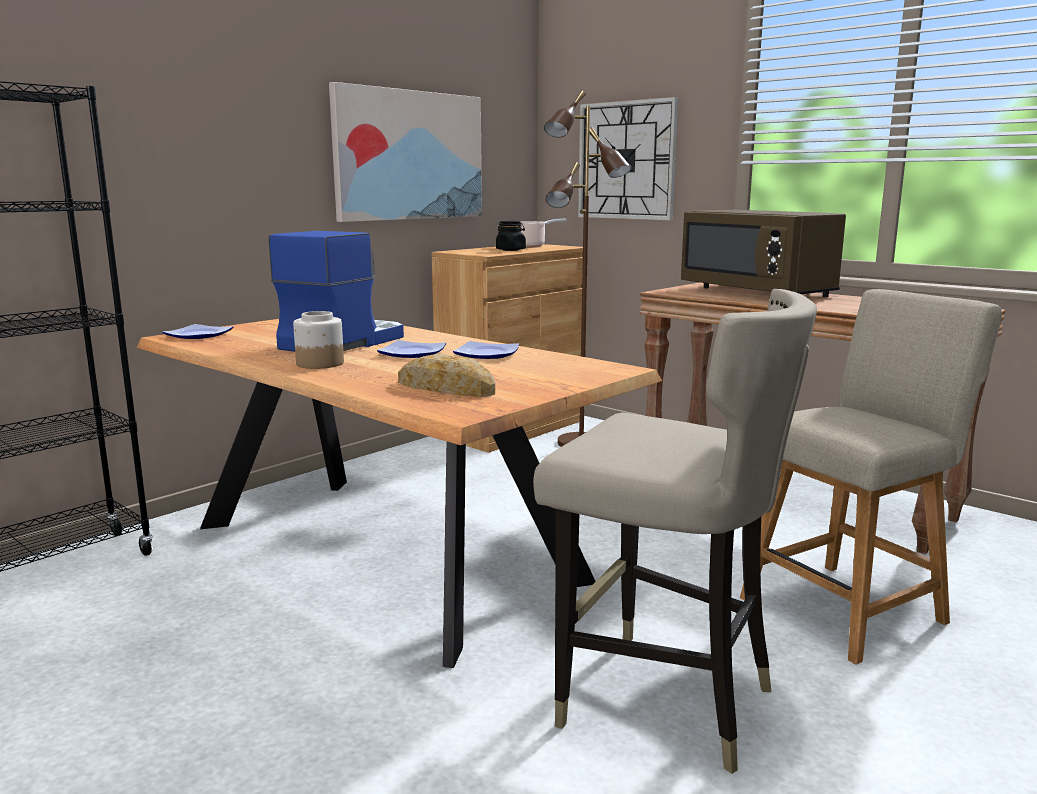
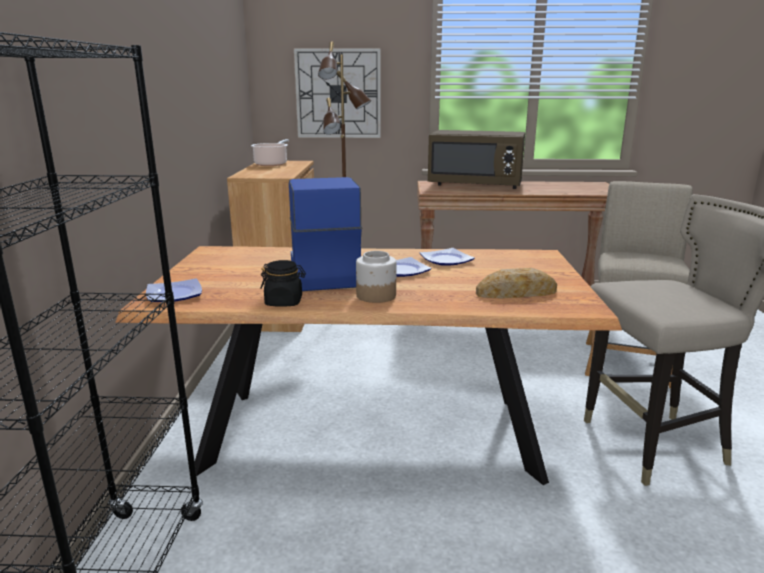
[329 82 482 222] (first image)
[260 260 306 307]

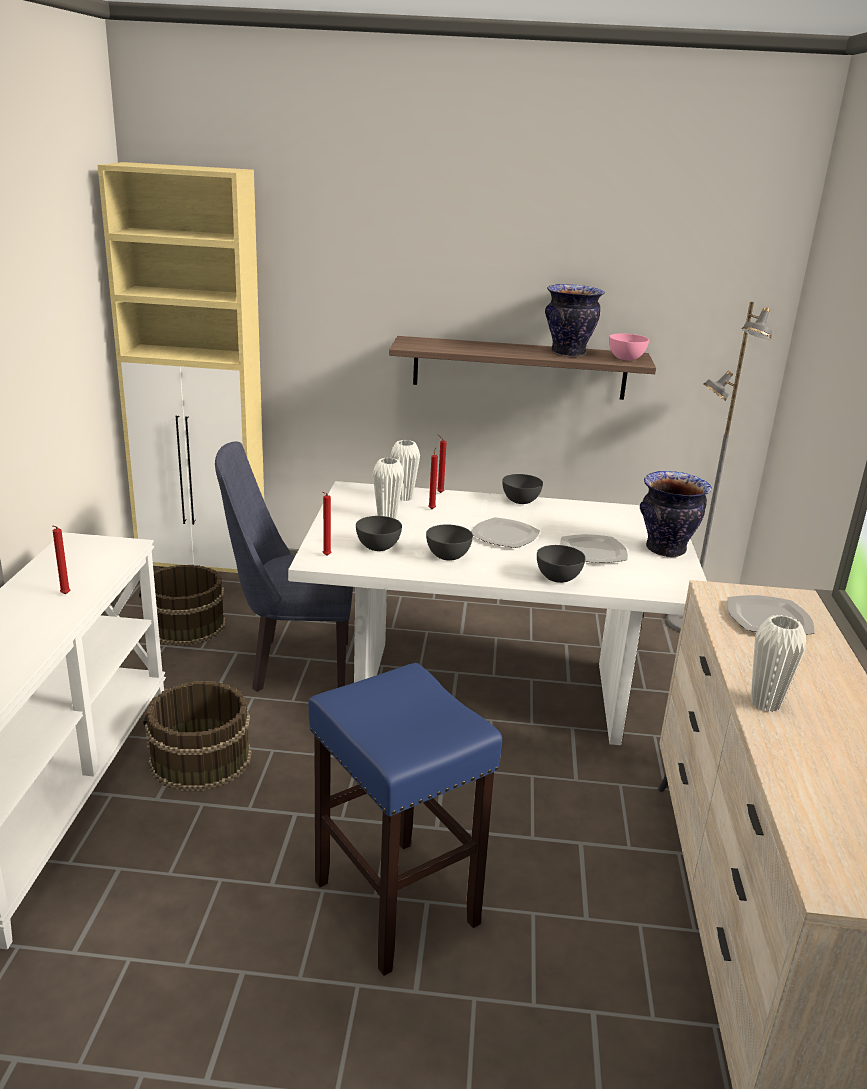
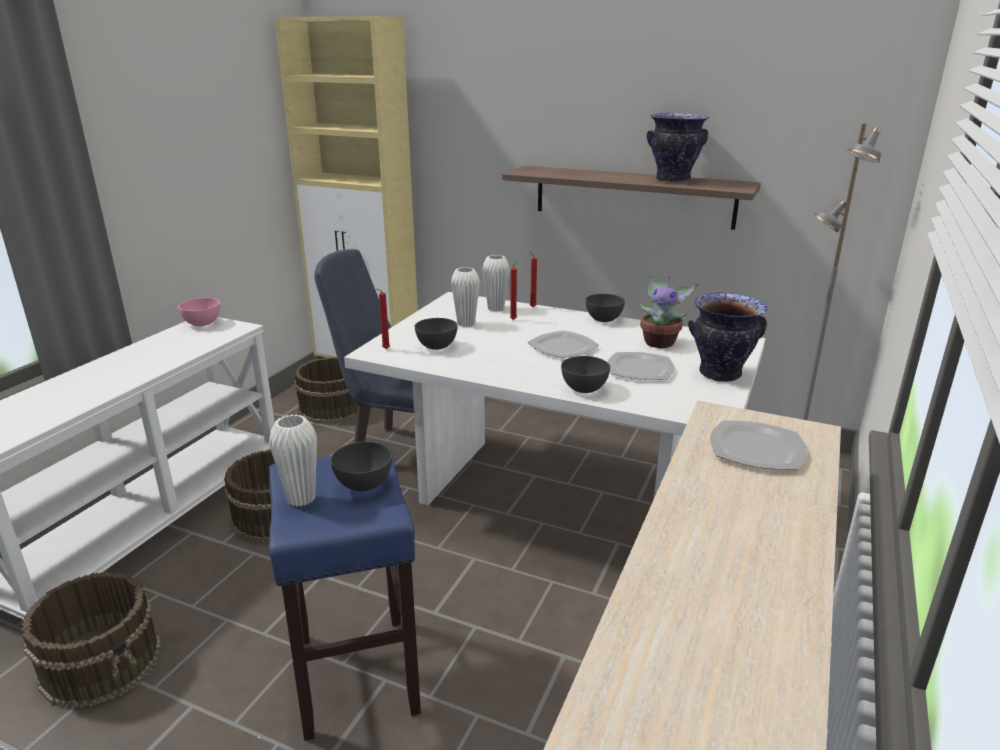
[53 526 70 594] (first image)
[330 441 392 491]
[178 298 220 326]
[269 414 317 507]
[21 572 161 709]
[638 274 698 348]

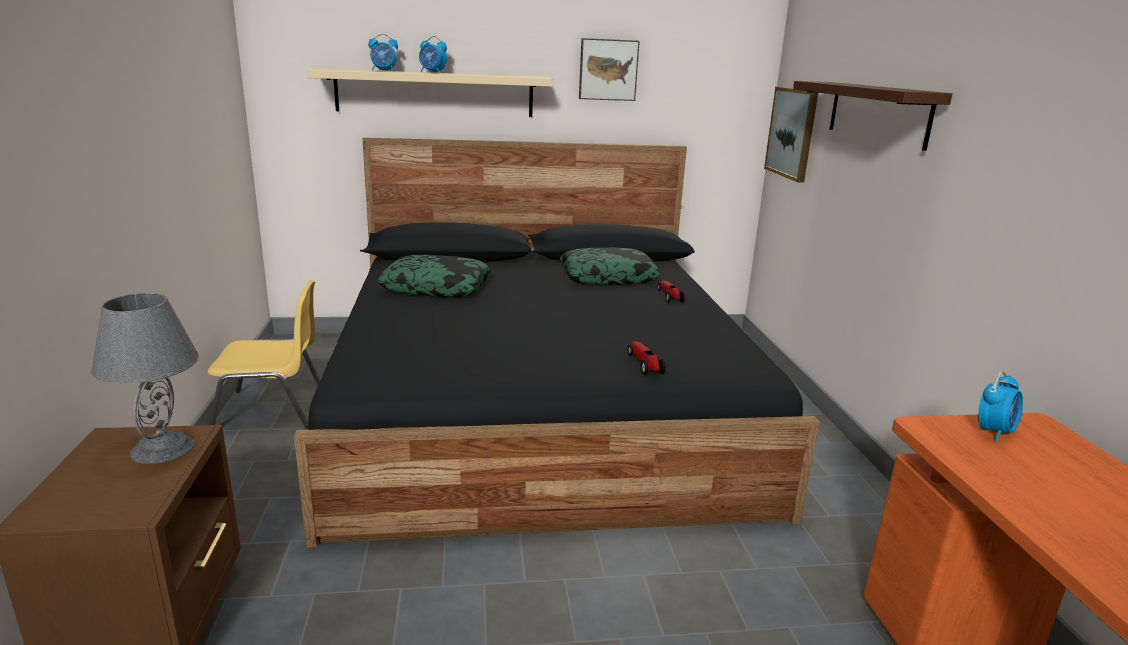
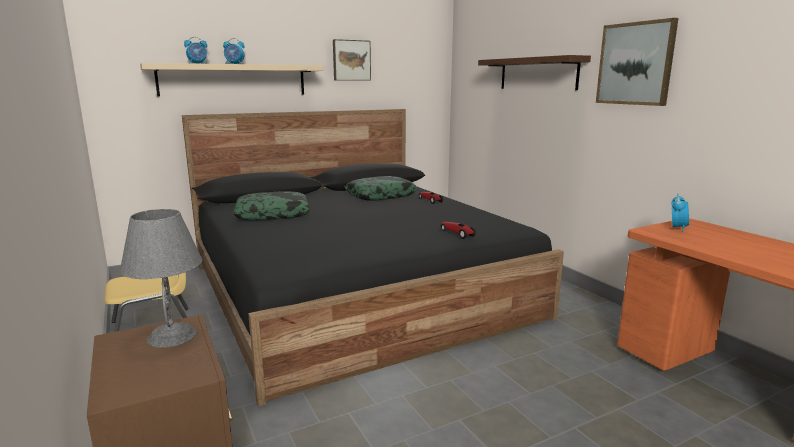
[596 18 679 106]

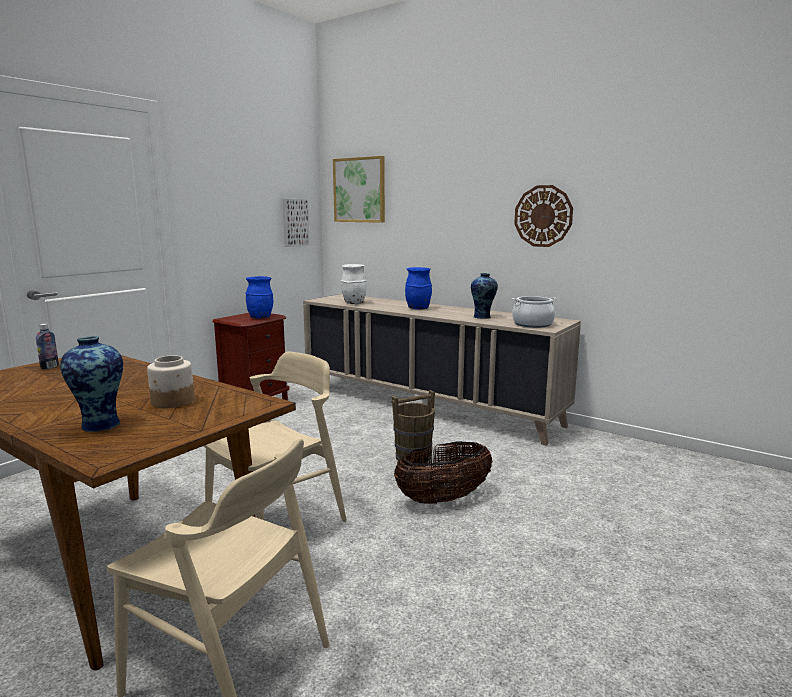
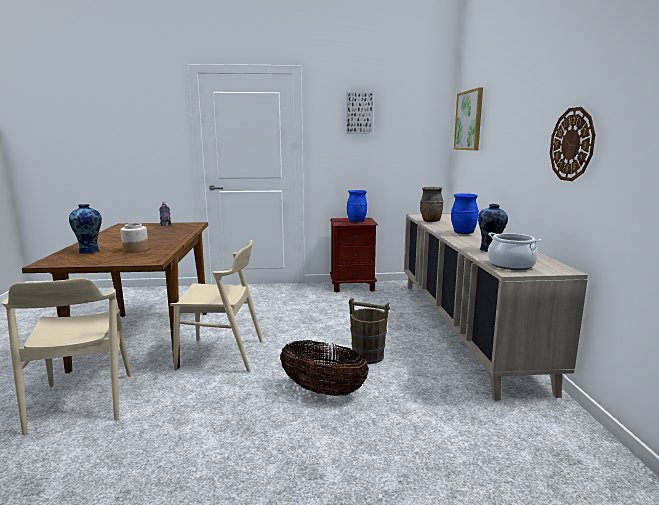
[346 92 373 134]
[420 187 444 222]

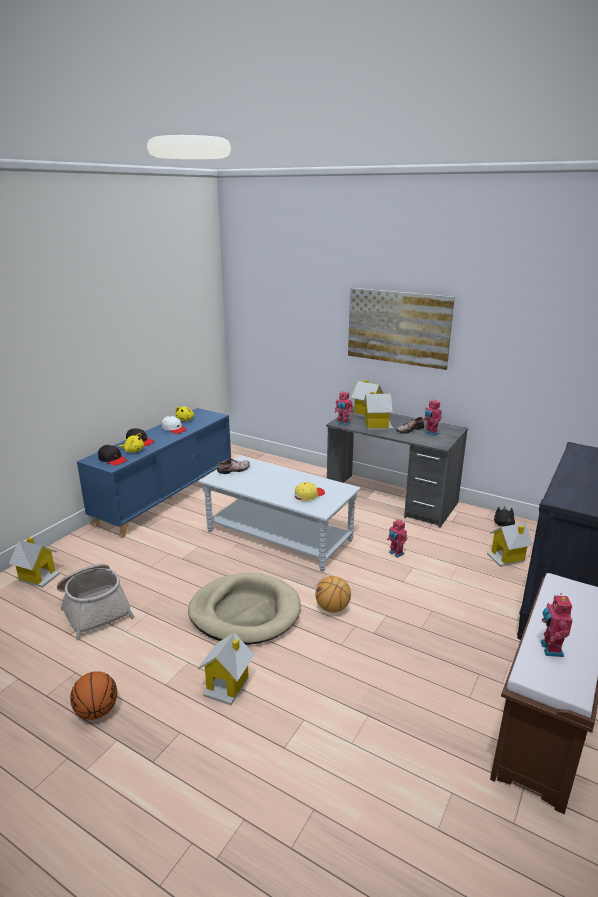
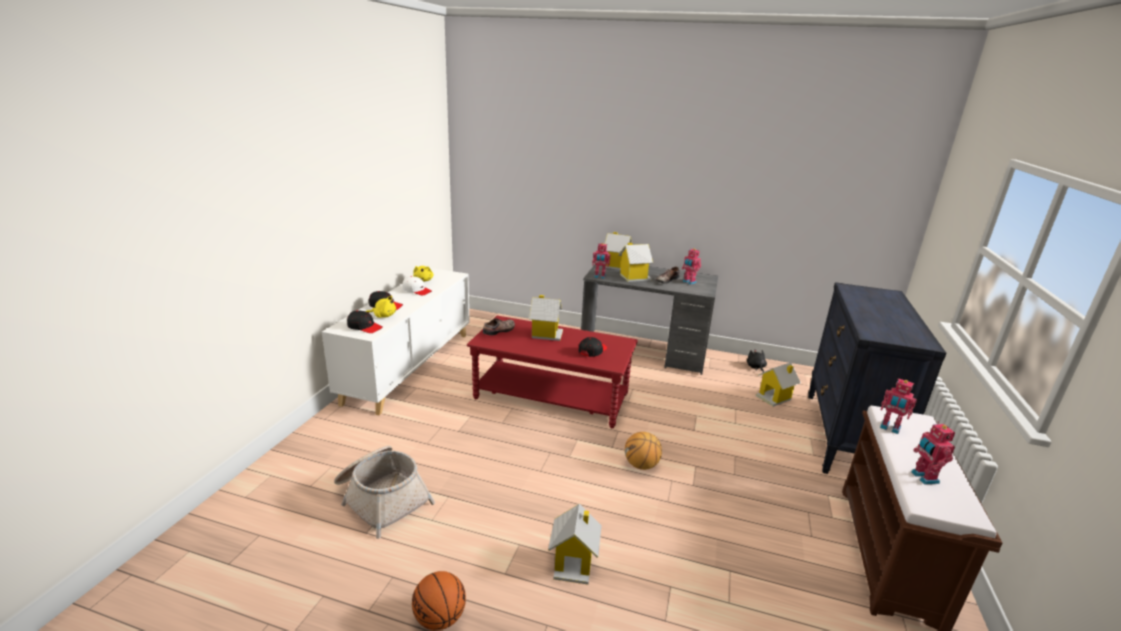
[529 295 563 341]
[322 268 470 415]
[188 573 301 645] (first image)
[467 316 638 428]
[579 337 607 357]
[348 288 455 370] (first image)
[880 379 917 434]

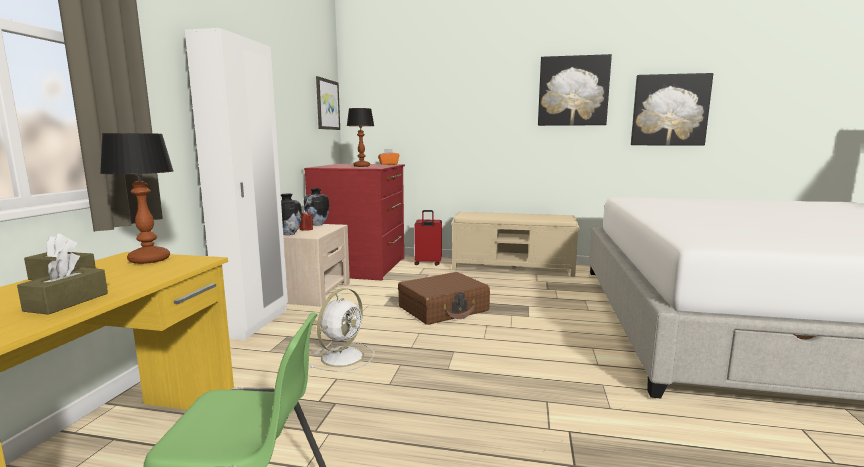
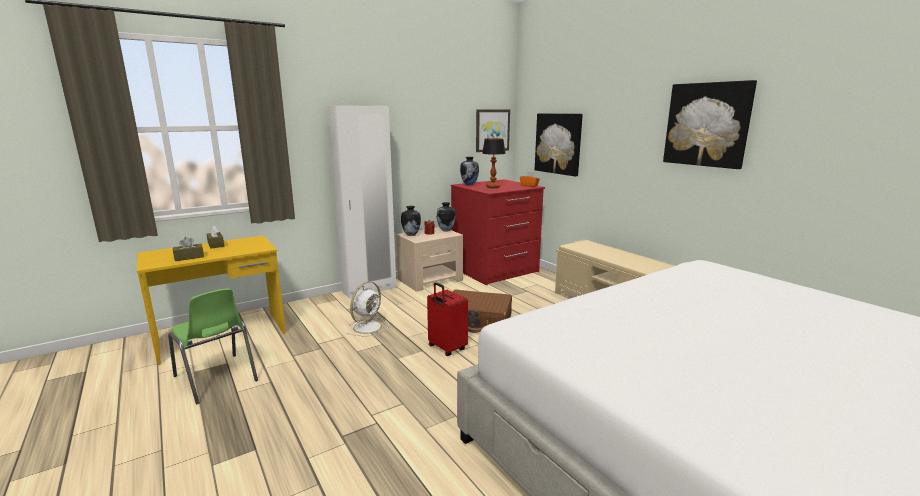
[100 133 174 264] (first image)
[346 282 389 337]
[427 282 468 356]
[535 113 583 176]
[460 157 479 185]

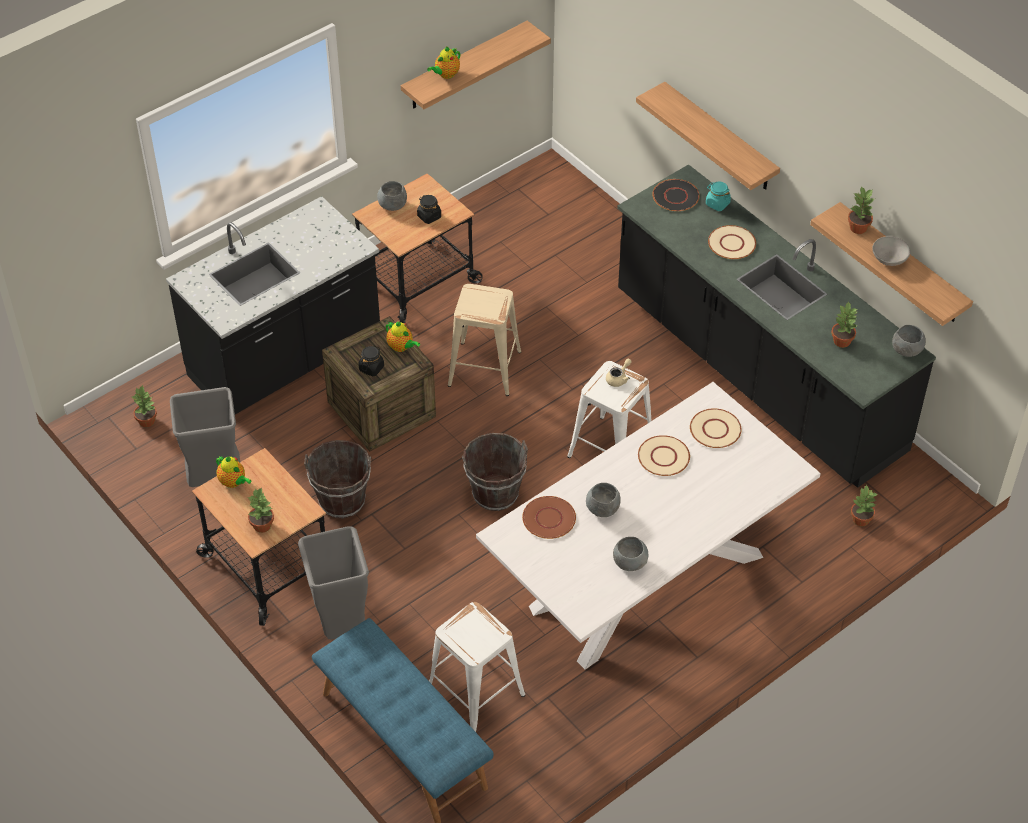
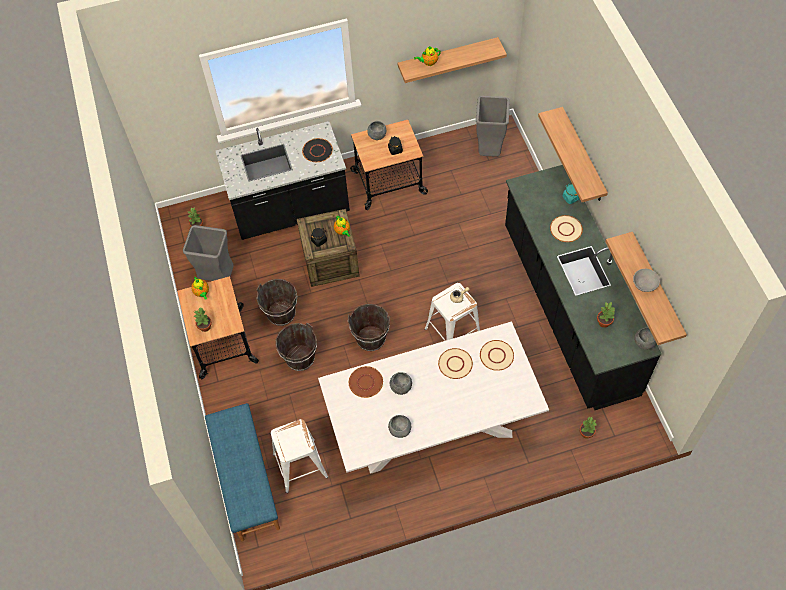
[476 96 510 157]
[448 284 521 396] (first image)
[302 138 333 162]
[848 187 874 234] (first image)
[275 323 317 371]

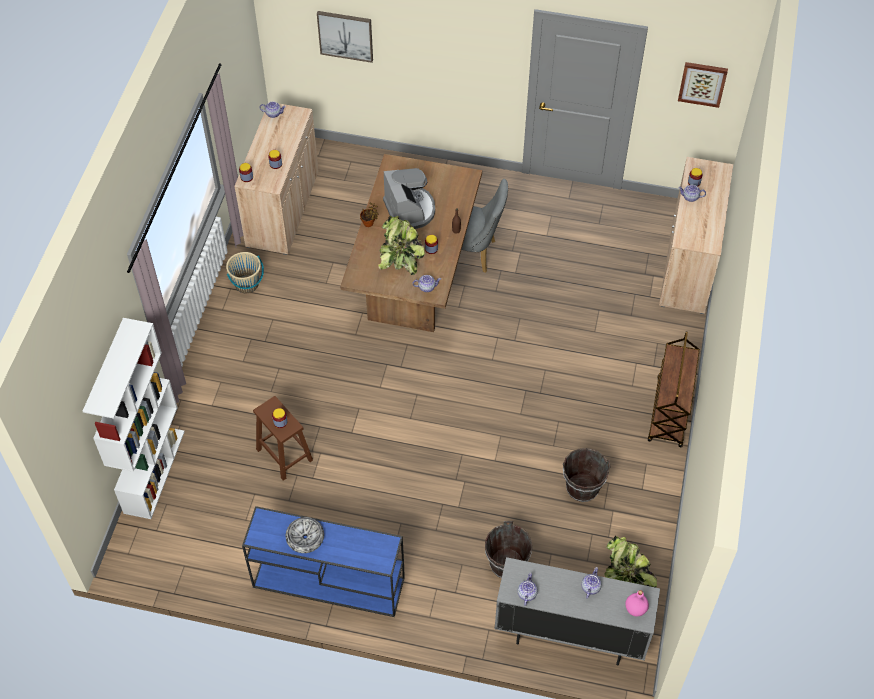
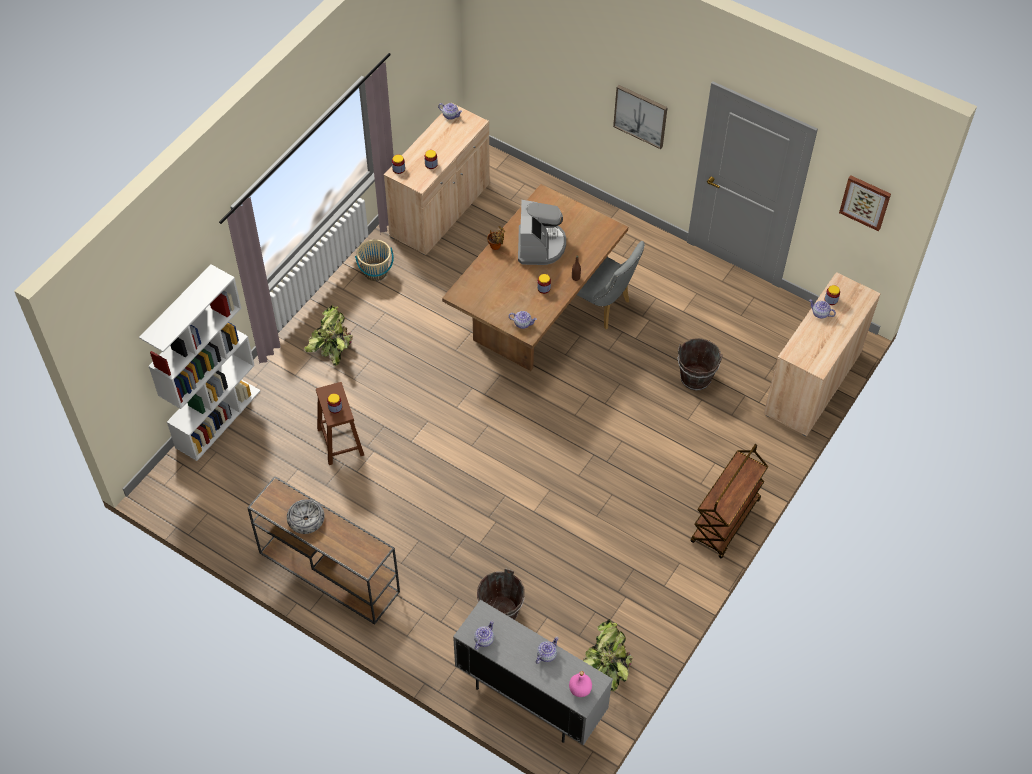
[247 476 400 625]
[613 85 668 149]
[304 305 353 366]
[678 338 723 391]

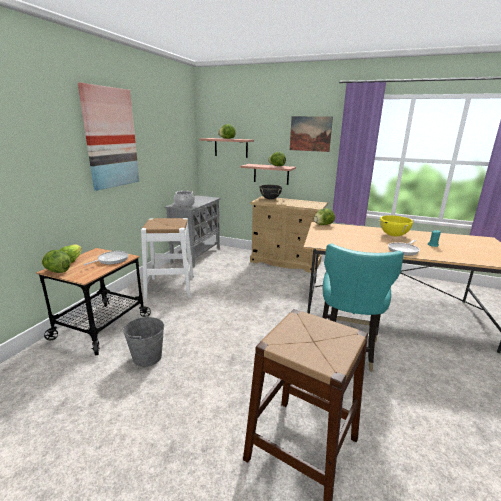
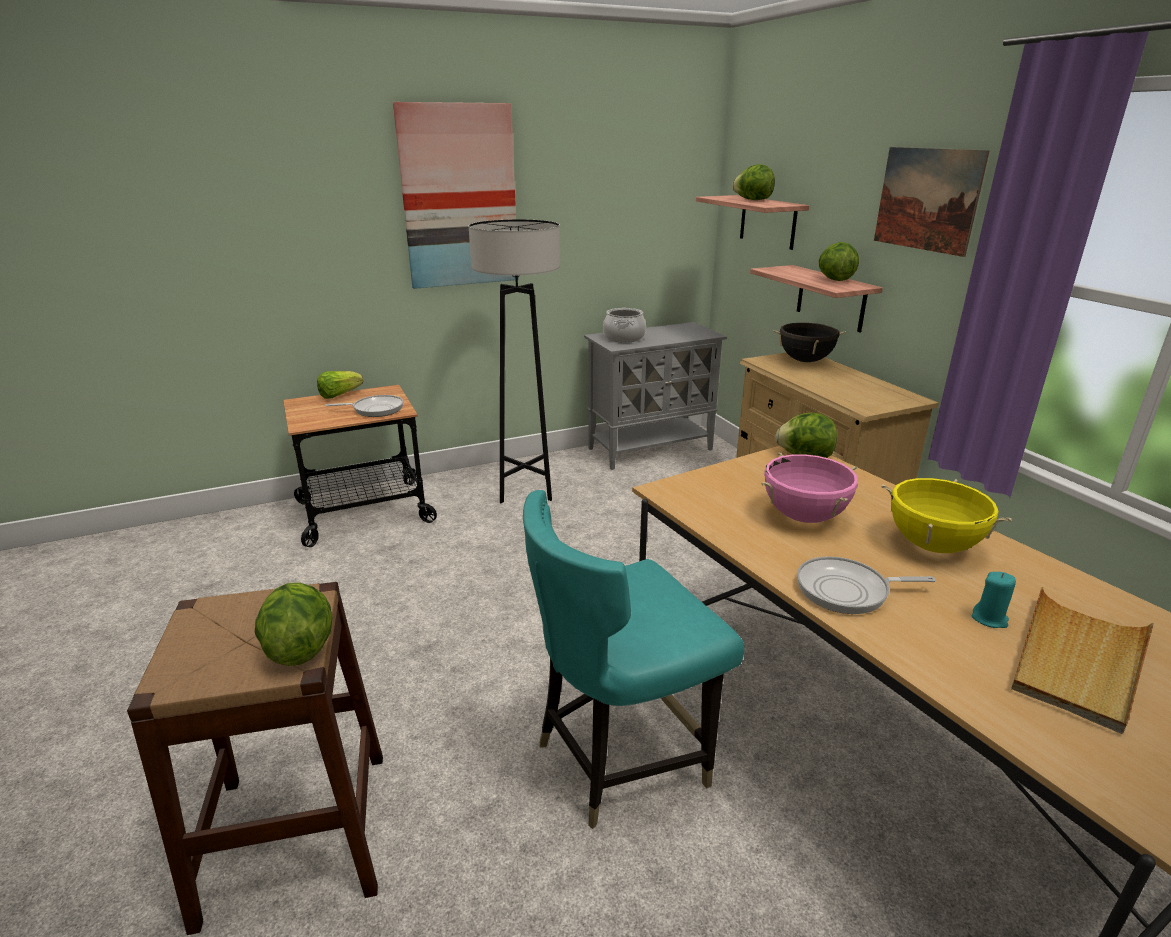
[255 582 333 666]
[123 315 164 367] (first image)
[469 219 560 503]
[761 452 858 523]
[1011 587 1154 734]

